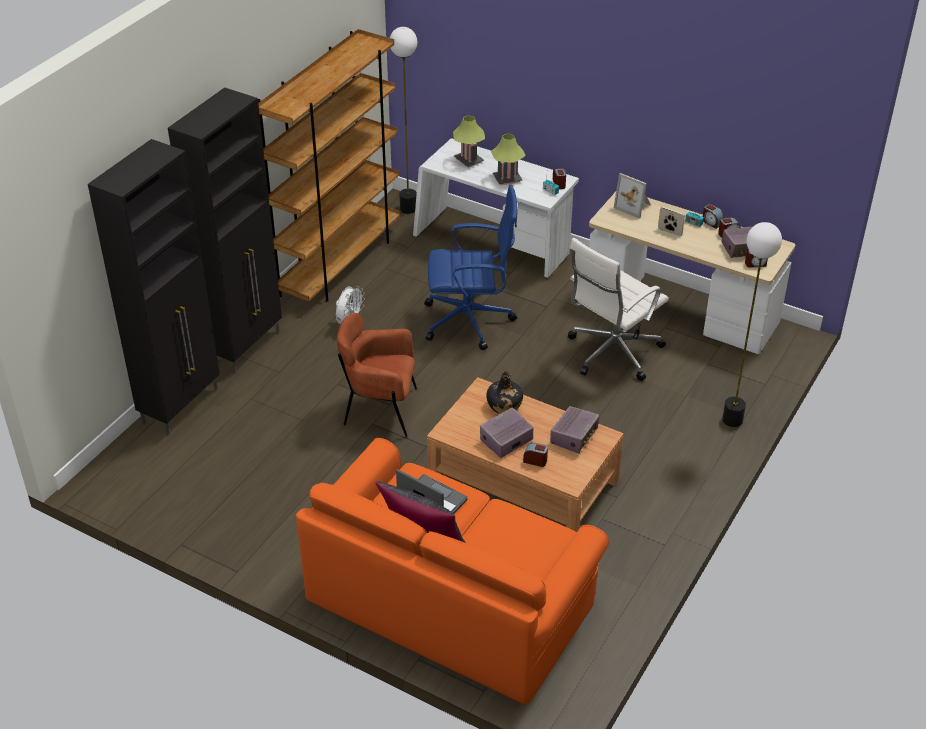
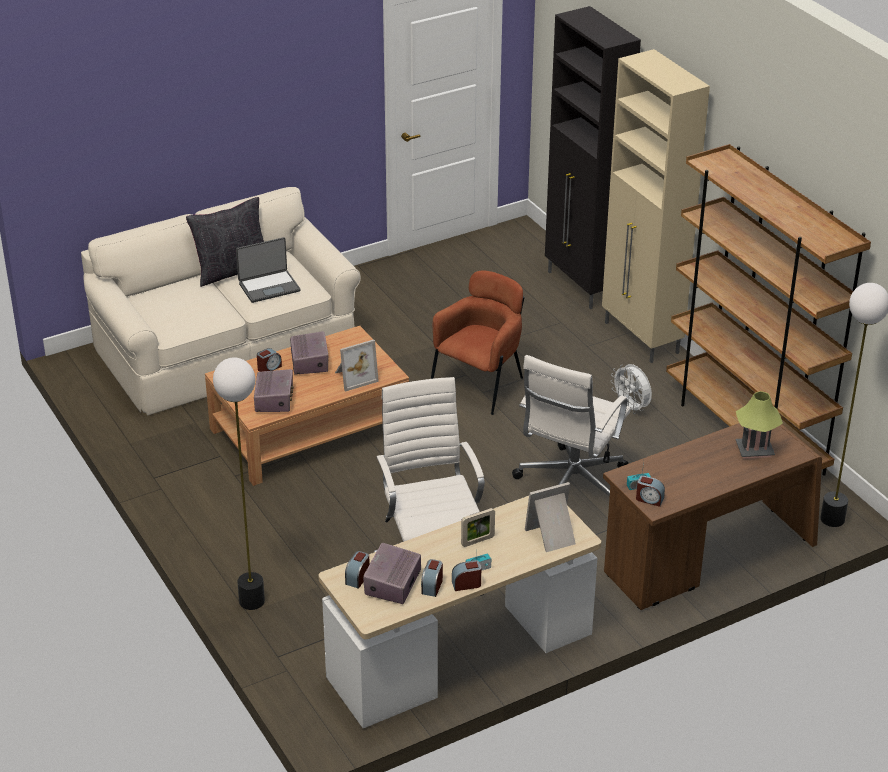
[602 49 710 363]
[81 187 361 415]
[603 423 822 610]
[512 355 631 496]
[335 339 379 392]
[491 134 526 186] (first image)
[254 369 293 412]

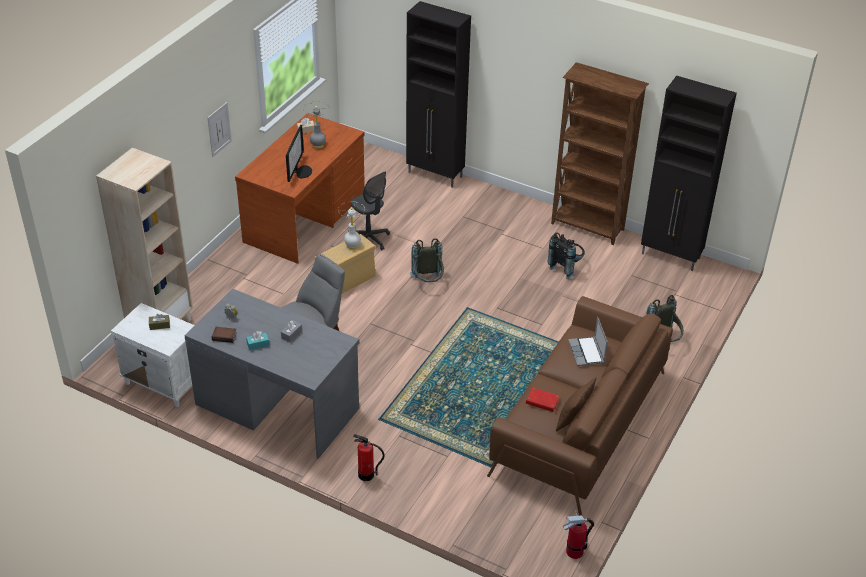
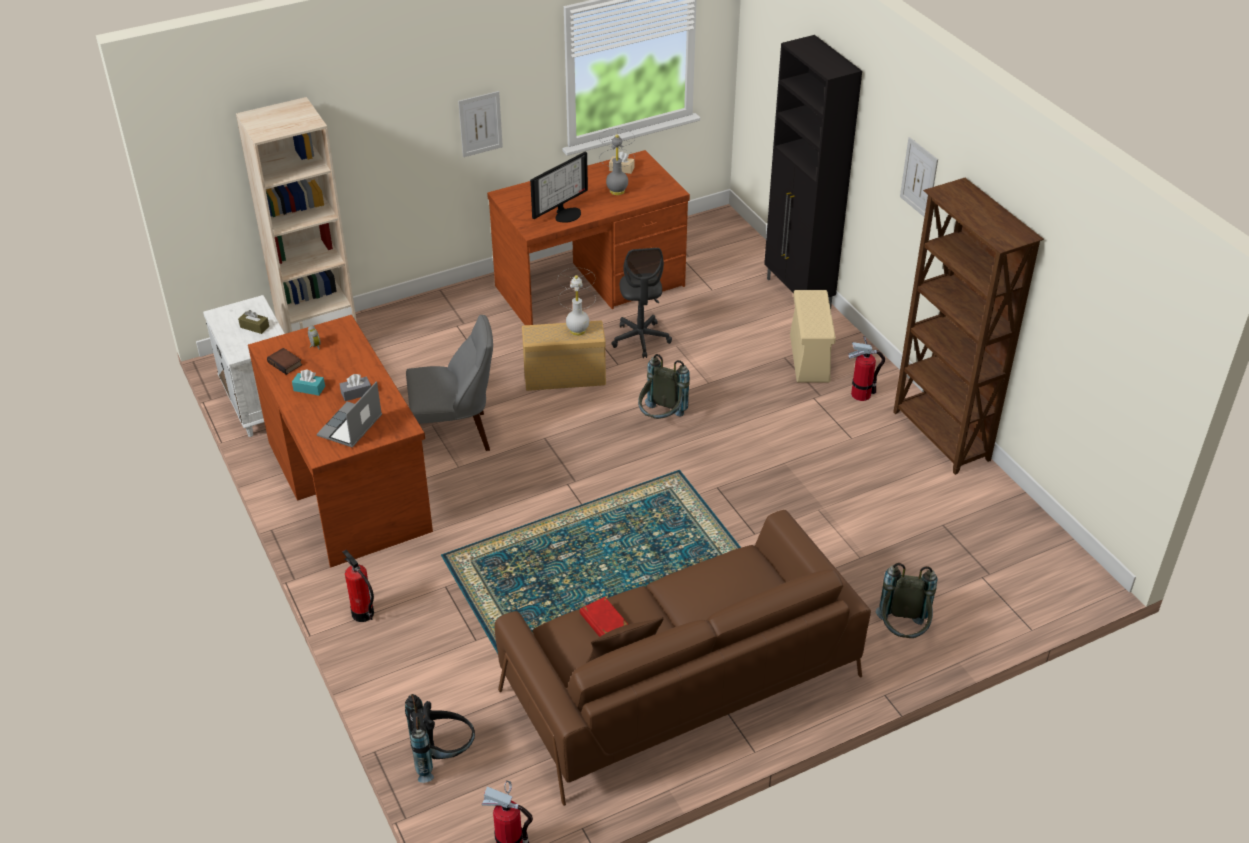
[248 315 433 567]
[405 694 475 783]
[317 381 382 448]
[641 76 737 271] (first image)
[790 290 836 382]
[848 336 885 401]
[900 137 938 217]

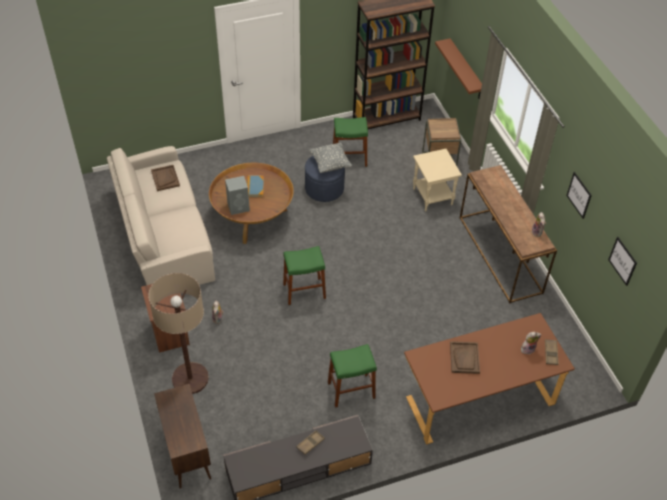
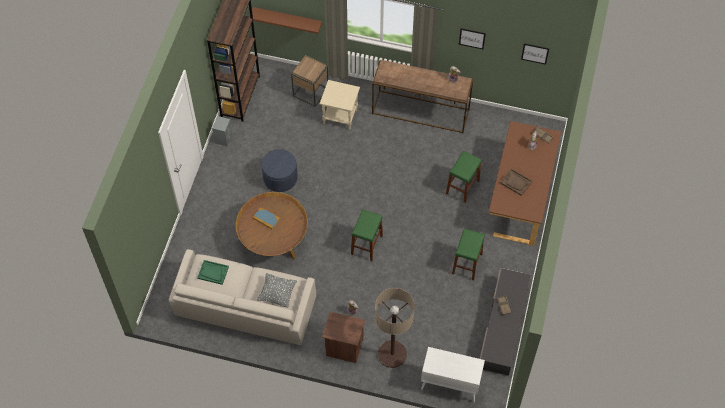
[197 260 229 285]
[421 347 485 402]
[212 116 233 147]
[257 273 297 308]
[446 151 482 203]

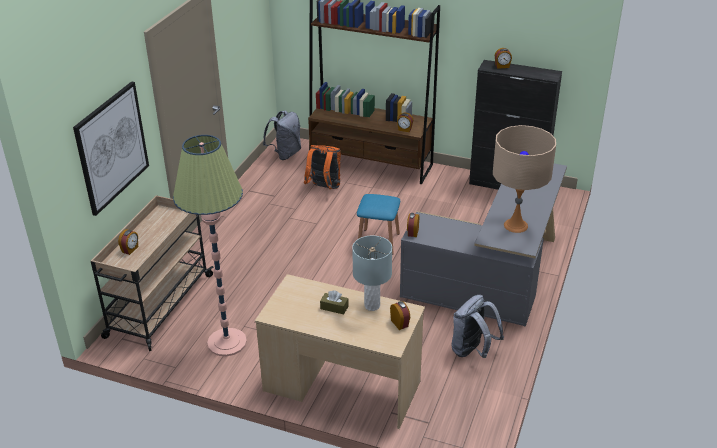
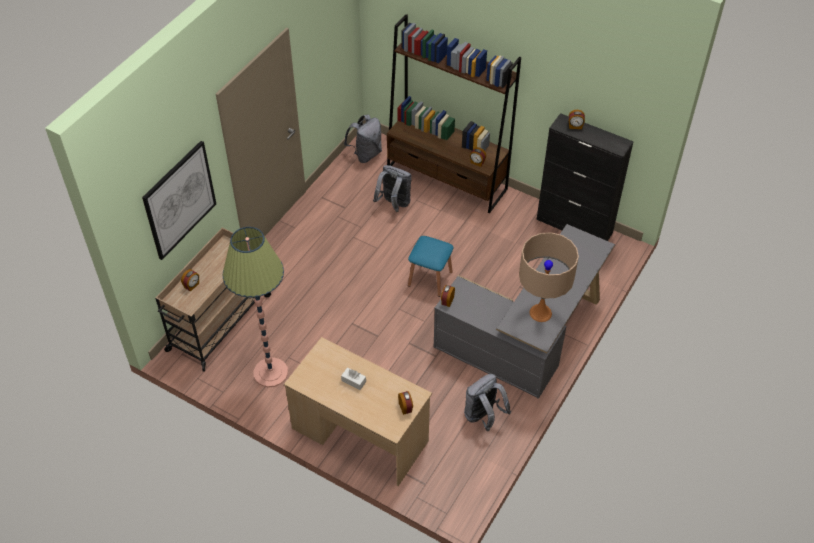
[373 165 412 212]
[341 367 366 390]
[352 236 392 311] (first image)

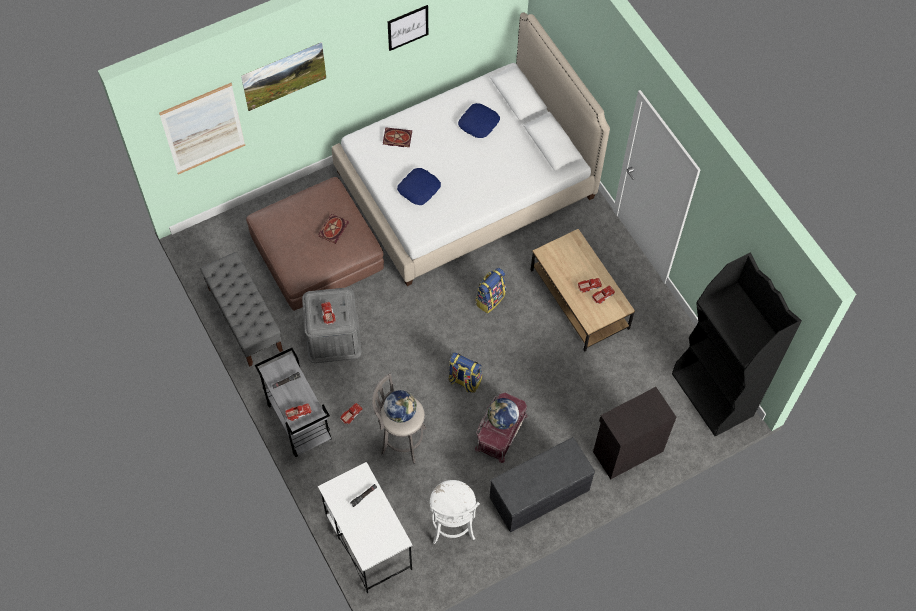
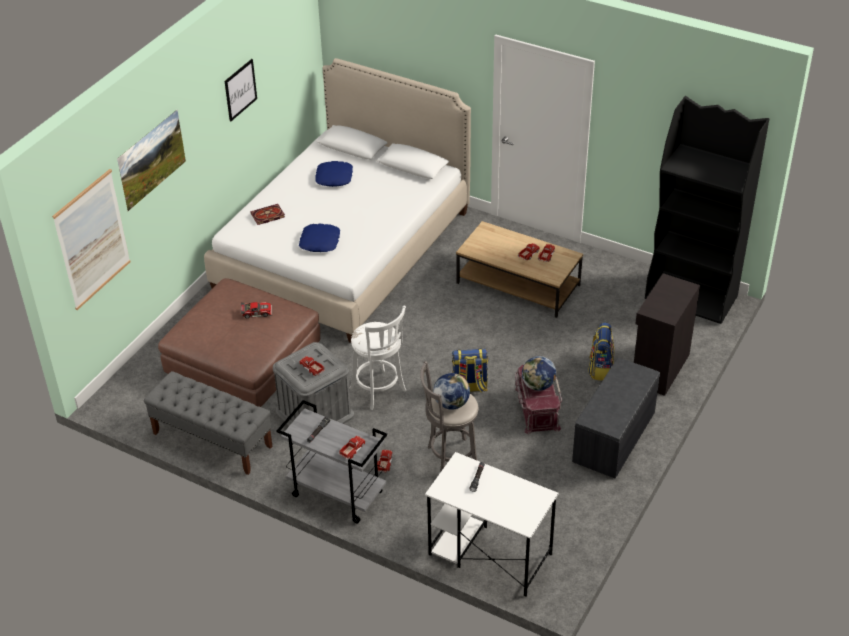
[241 302 272 318]
[349 306 406 410]
[588 322 614 381]

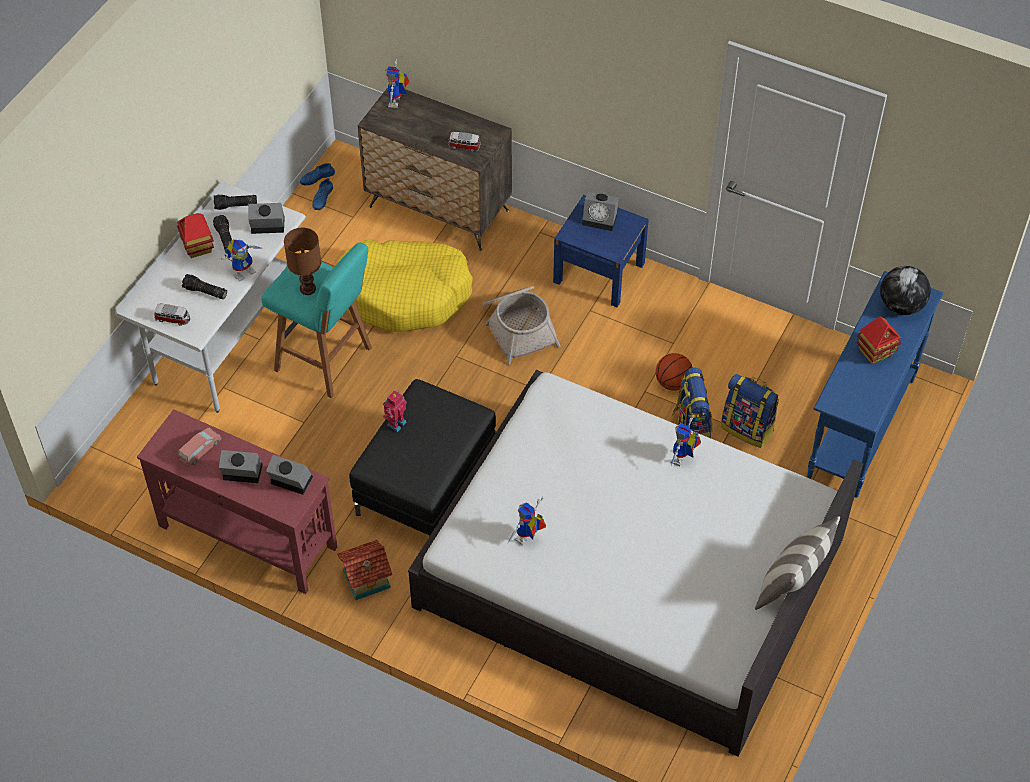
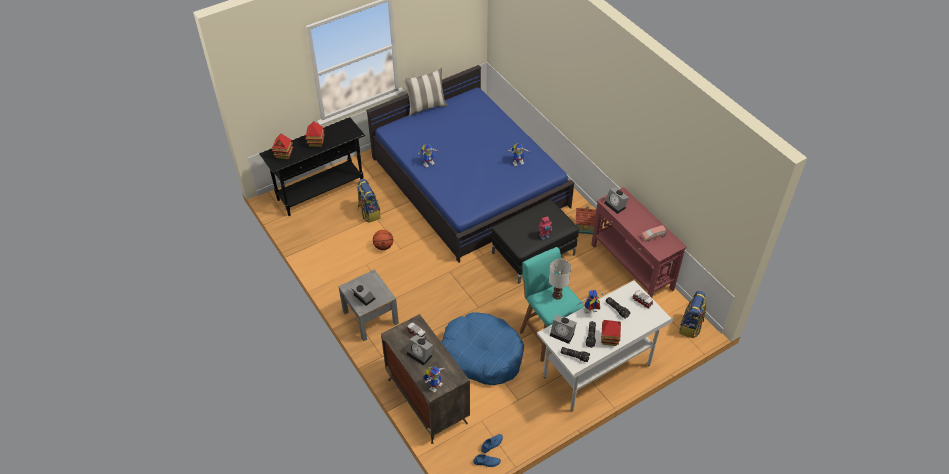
[407 335 433 366]
[549 259 571 299]
[441 312 524 385]
[366 65 575 263]
[482 286 561 365] (first image)
[338 269 399 342]
[679 291 706 338]
[259 117 365 216]
[272 134 293 160]

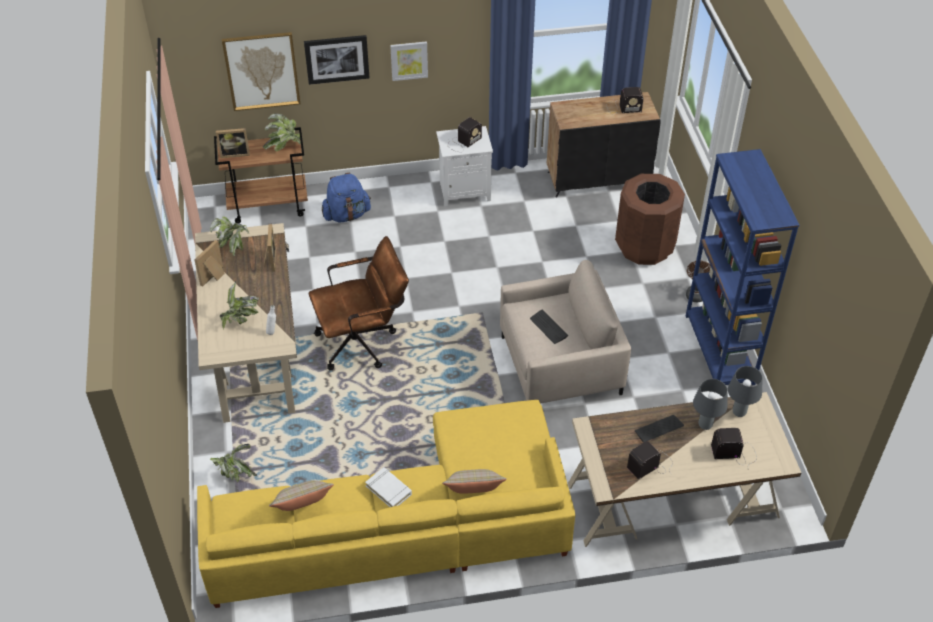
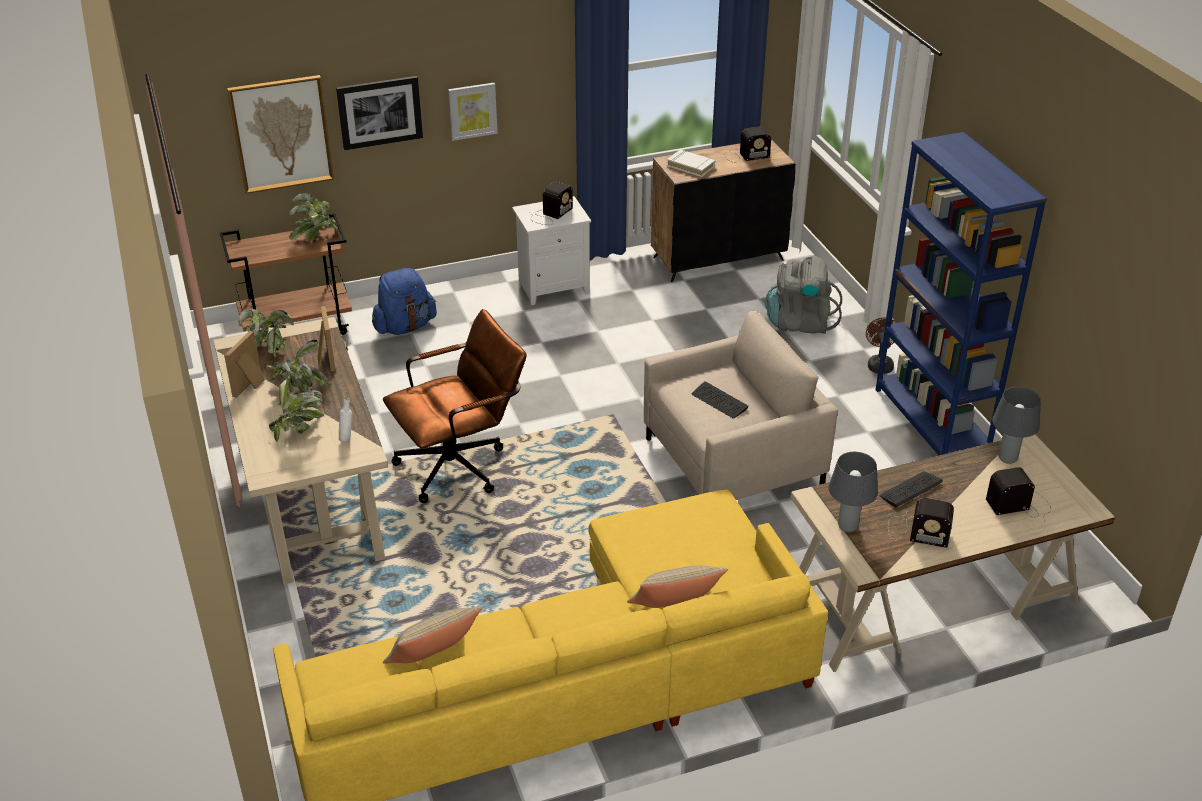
[265 339 332 392]
[216 128 250 158] (first image)
[667 149 715 177]
[765 256 842 334]
[888 498 954 548]
[829 452 878 532]

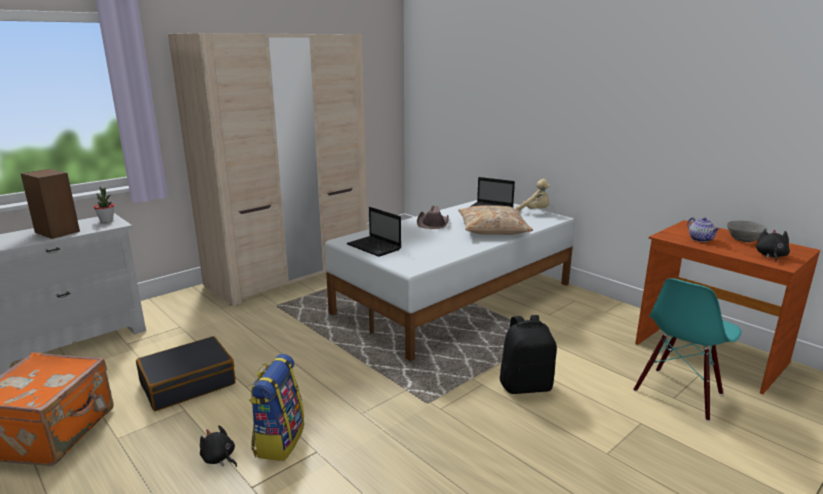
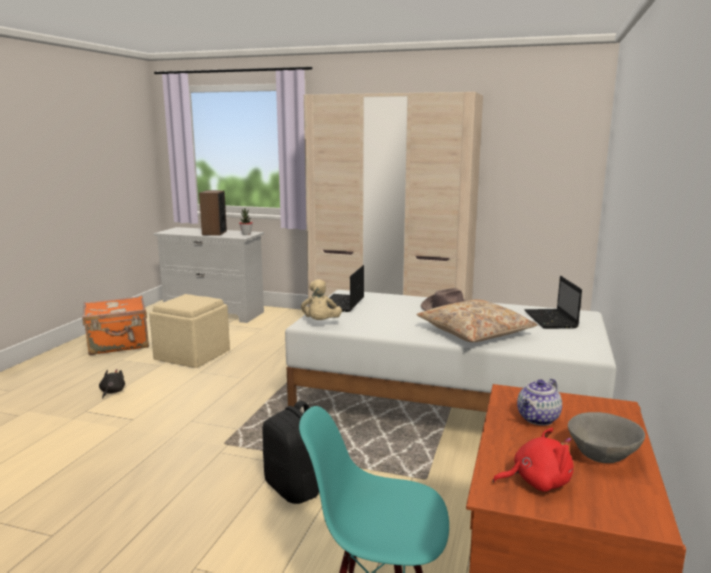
[149 294 230 368]
[249 354 304 461] (first image)
[301 279 342 320]
[493 428 574 492]

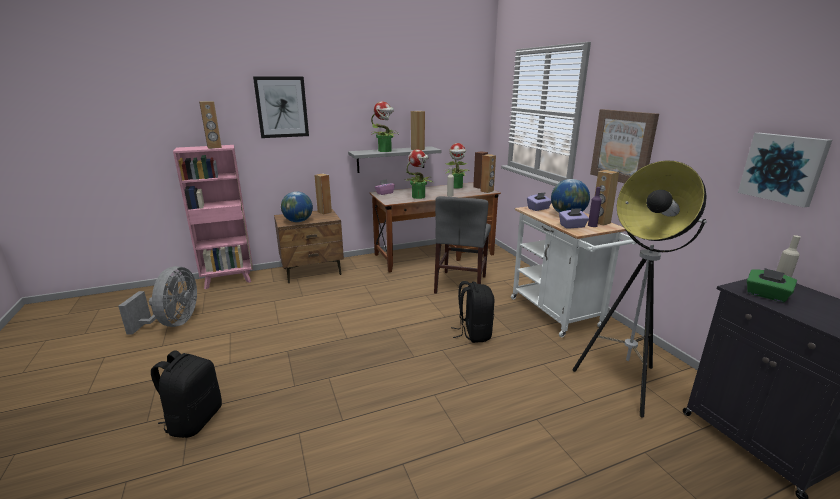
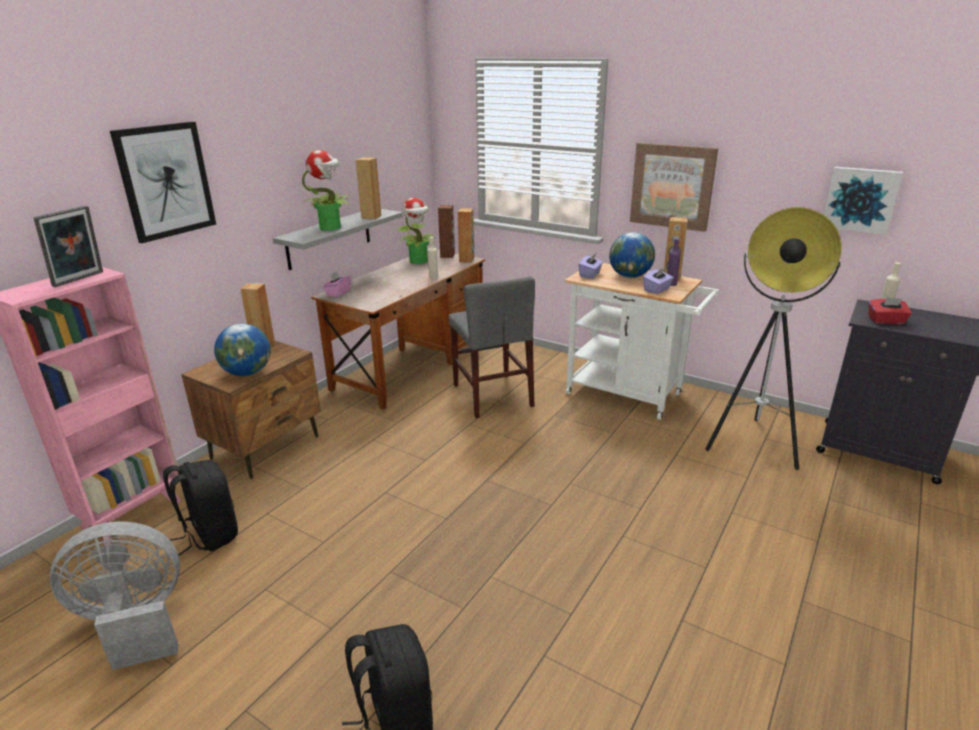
[50 522 180 670]
[33 206 103 287]
[405 149 433 199] (first image)
[163 460 238 556]
[869 297 912 324]

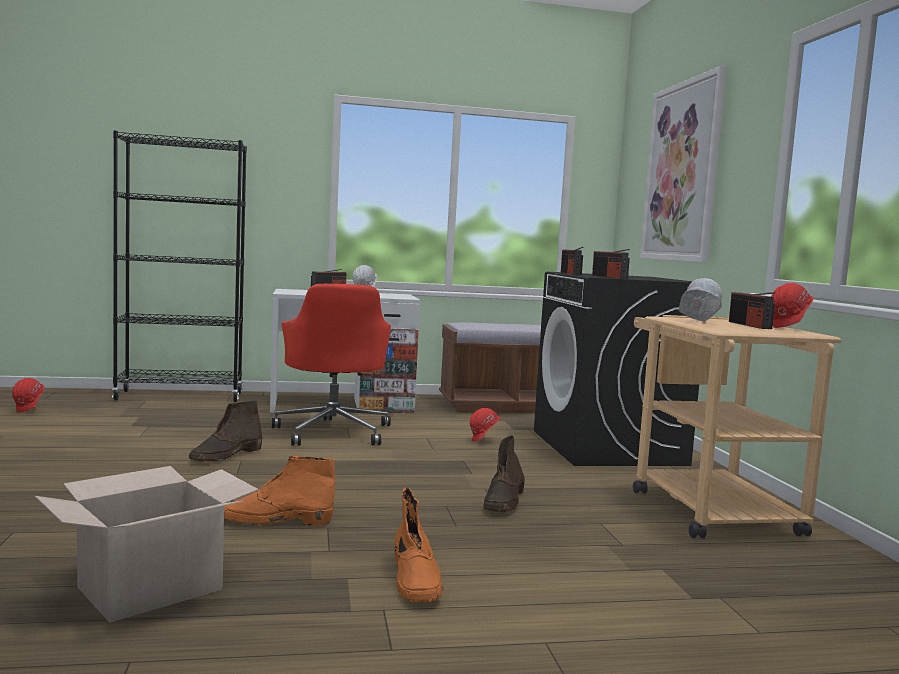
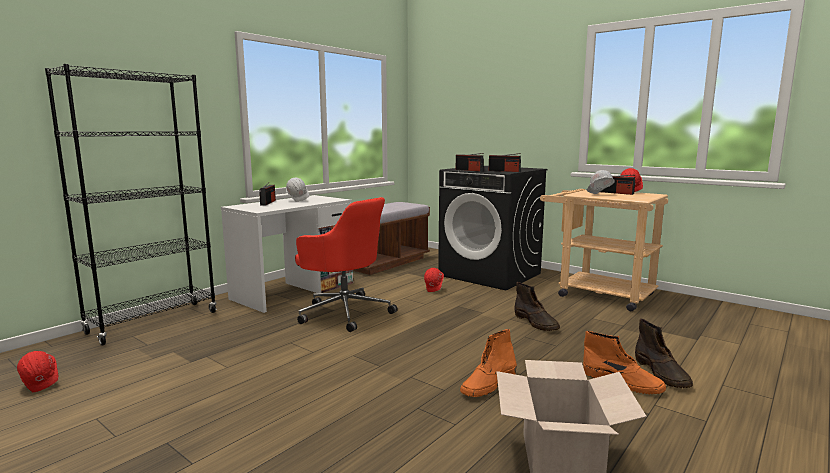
[635 318 693 388]
[640 66 727 263] (first image)

